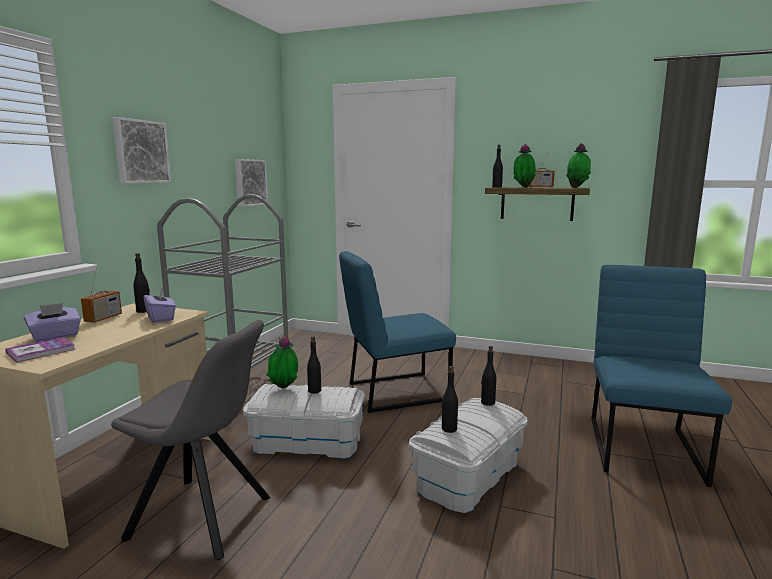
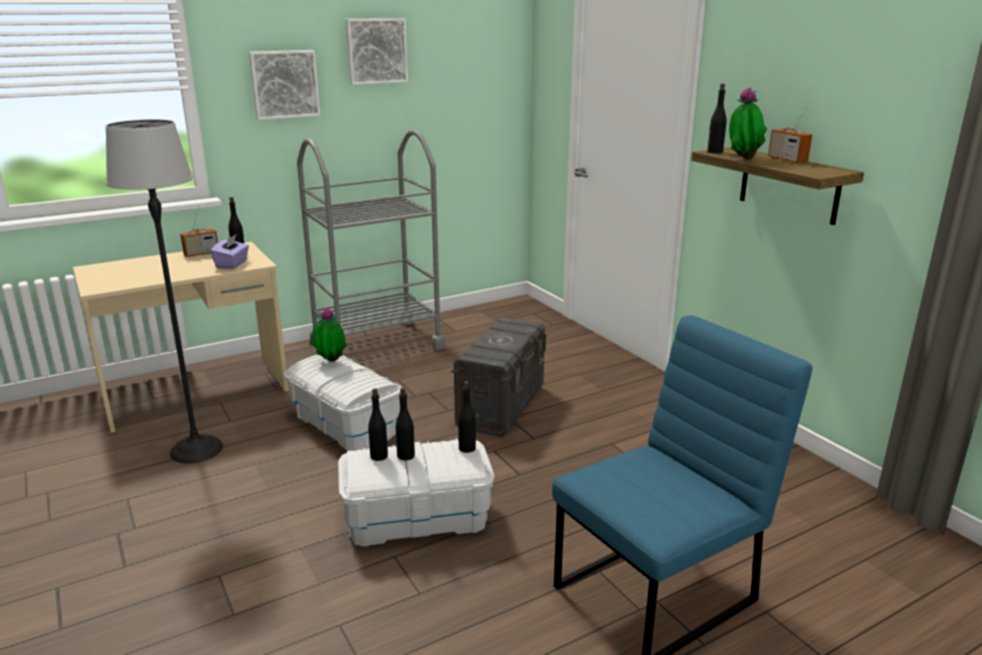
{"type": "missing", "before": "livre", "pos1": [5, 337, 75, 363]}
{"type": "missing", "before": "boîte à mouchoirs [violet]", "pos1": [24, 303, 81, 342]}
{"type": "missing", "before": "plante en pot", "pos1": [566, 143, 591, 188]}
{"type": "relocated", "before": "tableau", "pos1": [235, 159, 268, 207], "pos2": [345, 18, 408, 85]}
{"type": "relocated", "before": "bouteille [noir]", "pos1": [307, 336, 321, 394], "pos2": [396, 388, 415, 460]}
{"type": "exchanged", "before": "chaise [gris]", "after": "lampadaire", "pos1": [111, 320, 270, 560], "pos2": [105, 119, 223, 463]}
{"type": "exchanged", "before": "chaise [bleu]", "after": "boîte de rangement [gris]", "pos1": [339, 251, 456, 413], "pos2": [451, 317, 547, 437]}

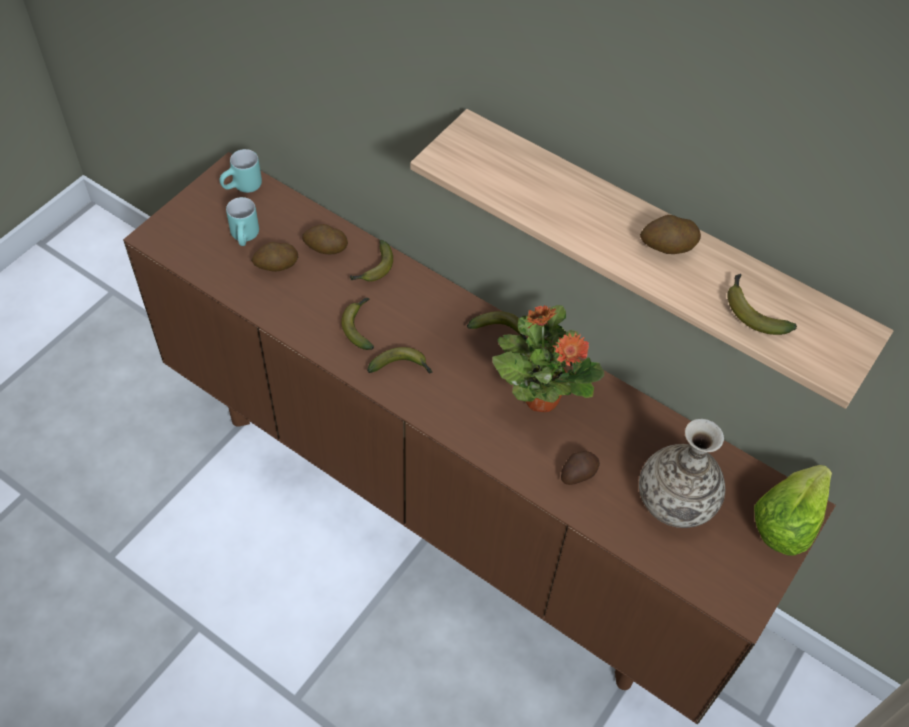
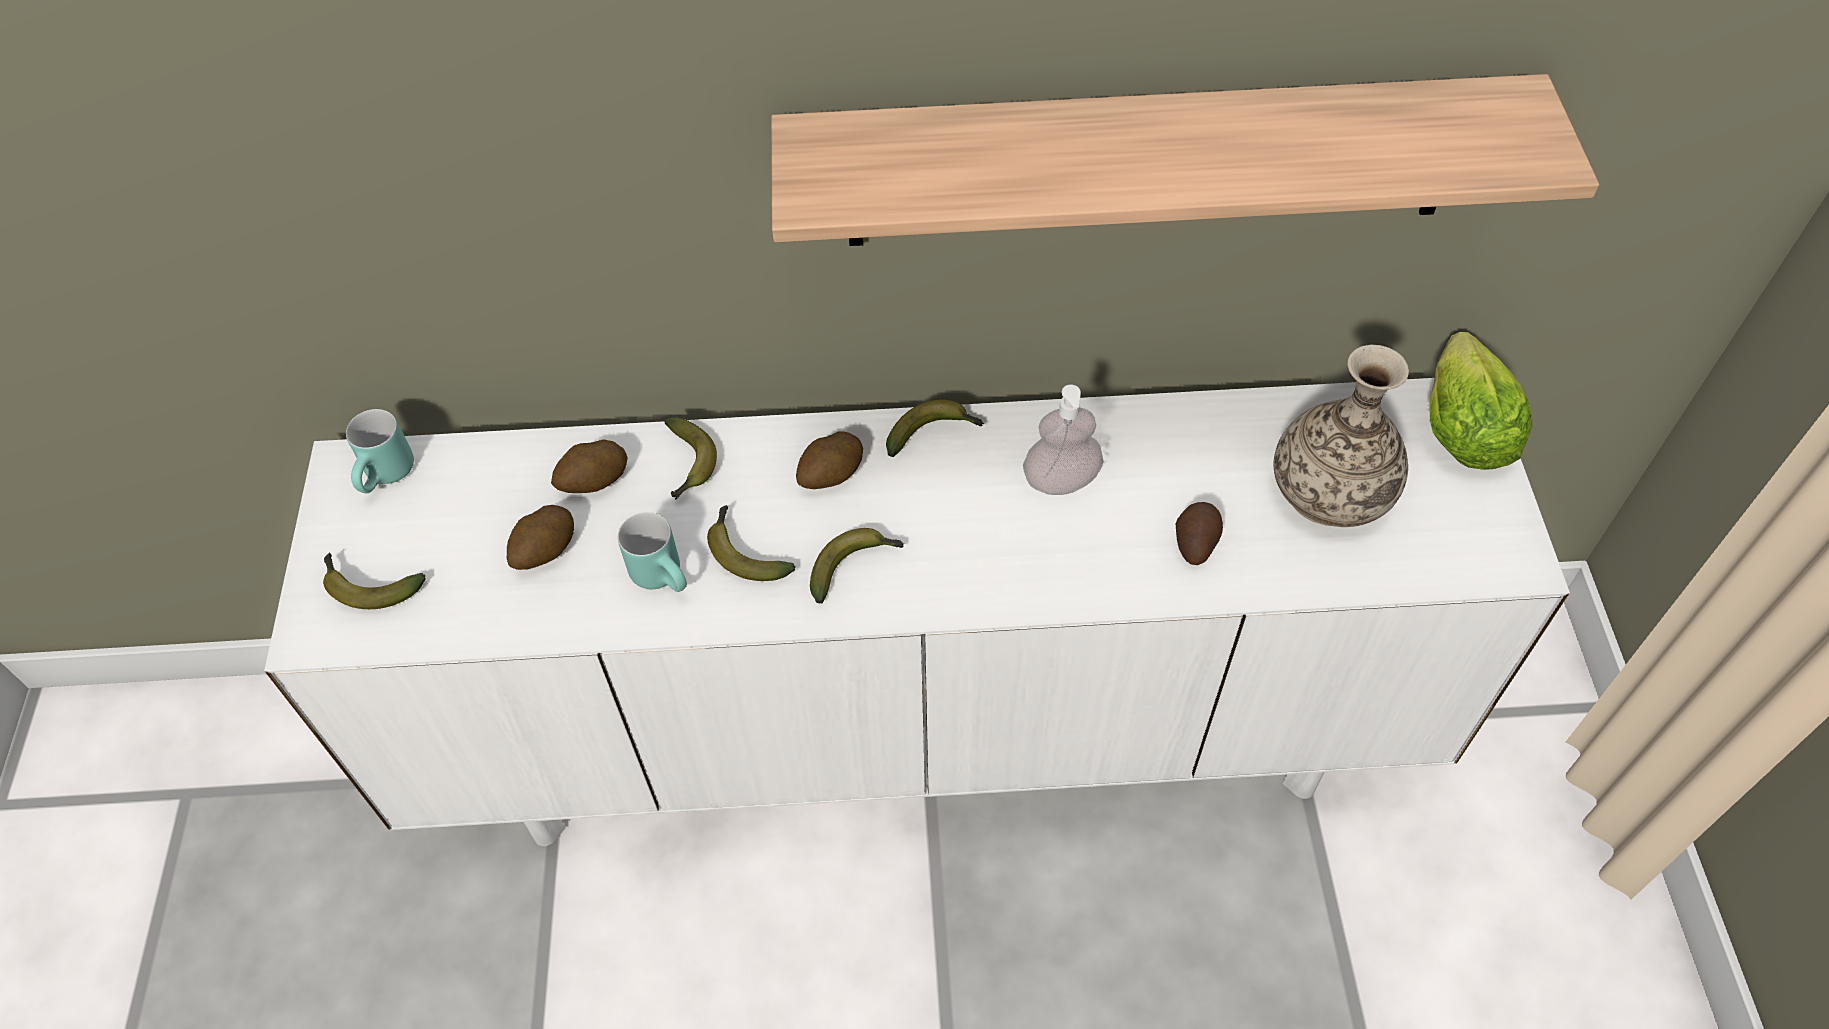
{"type": "relocated", "before": "mug [turquoise]", "pos1": [226, 197, 259, 246], "pos2": [618, 512, 687, 592]}
{"type": "relocated", "before": "pomme de terre", "pos1": [640, 215, 701, 254], "pos2": [796, 431, 863, 489]}
{"type": "relocated", "before": "banane", "pos1": [727, 274, 797, 335], "pos2": [323, 553, 426, 609]}
{"type": "exchanged", "before": "plante en pot", "after": "distributeur de savon", "pos1": [493, 305, 604, 412], "pos2": [1023, 385, 1104, 495]}
{"type": "colour", "before": "meuble de rangement [marron]", "after": "meuble de rangement [blanc]", "pos1": [123, 152, 836, 725], "pos2": [264, 378, 1570, 846]}

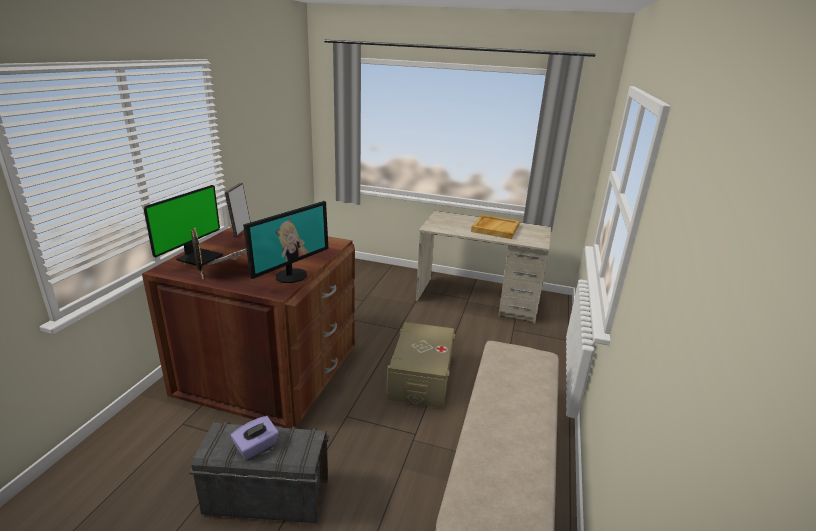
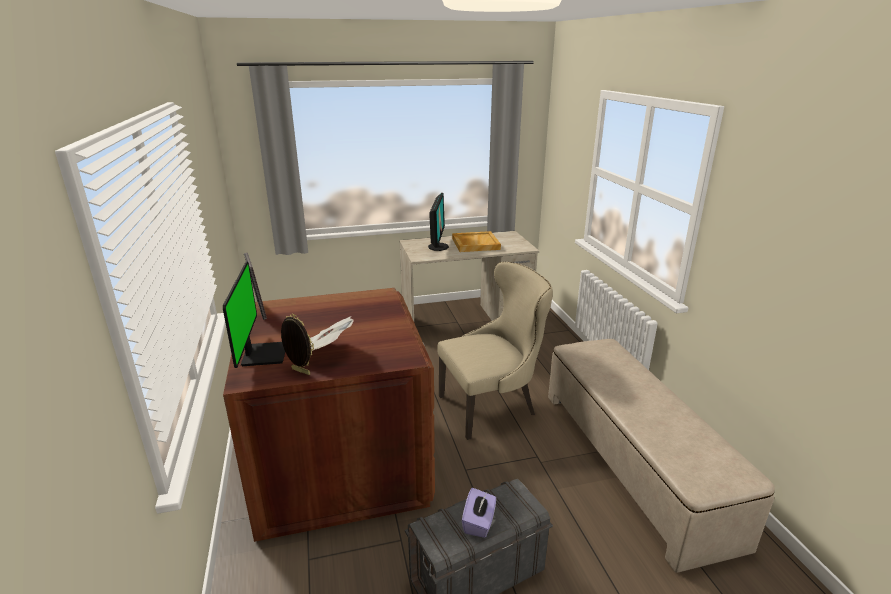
{"type": "relocated", "before": "écran d'ordinateur", "pos1": [243, 201, 329, 283], "pos2": [428, 193, 449, 251]}
{"type": "exchanged", "before": "boîte de rangement [beige]", "after": "chaise [beige]", "pos1": [386, 322, 455, 409], "pos2": [437, 262, 553, 440]}

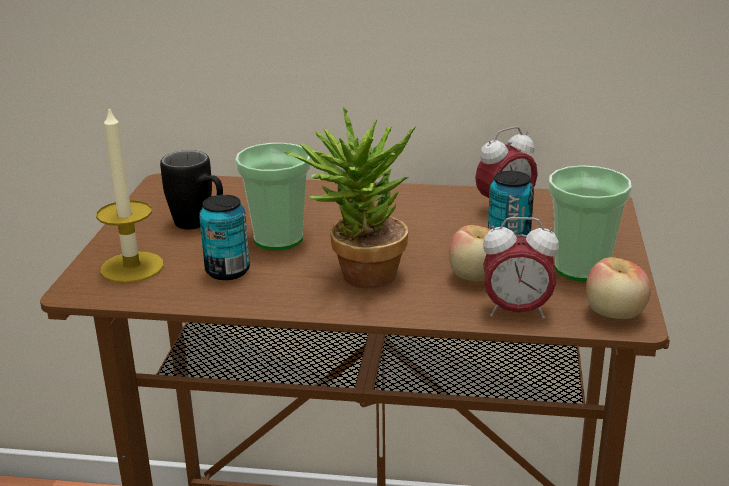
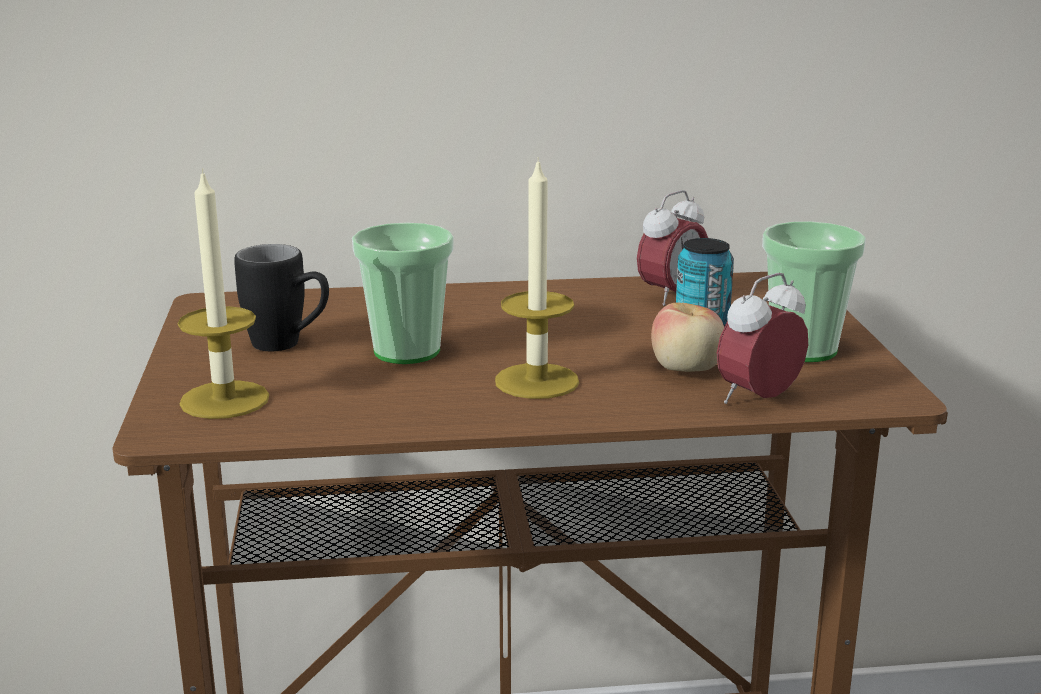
{"type": "missing", "before": "boîte métallique", "pos1": [199, 195, 250, 280]}
{"type": "missing", "before": "pomme", "pos1": [586, 257, 651, 319]}
{"type": "exchanged", "before": "plante en pot", "after": "bougie", "pos1": [285, 106, 416, 288], "pos2": [495, 157, 579, 399]}
{"type": "spun", "before": "réveil", "pos1": [483, 217, 559, 319], "pos2": [717, 273, 808, 404], "turn": 150}

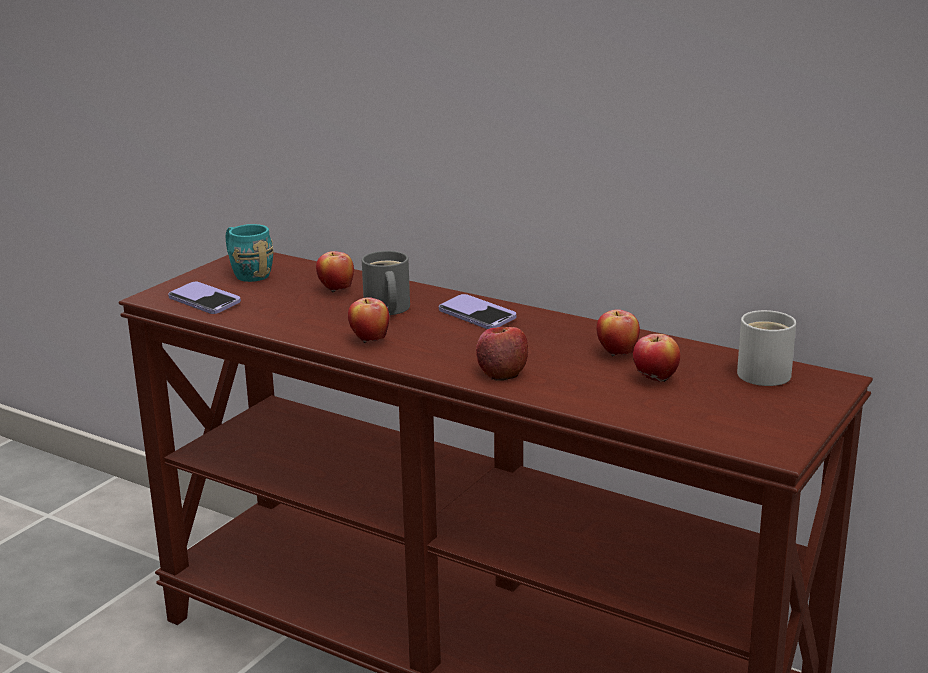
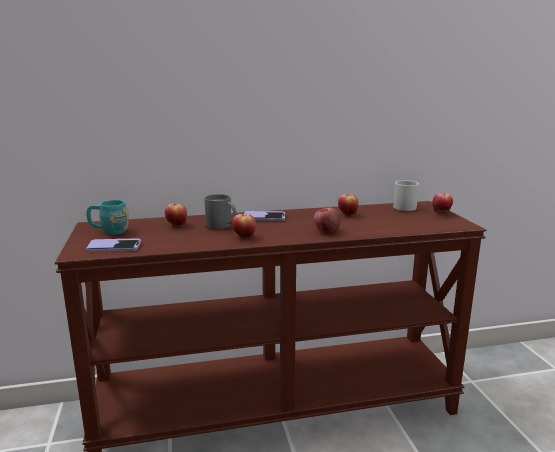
{"type": "relocated", "before": "pomme", "pos1": [633, 334, 680, 382], "pos2": [432, 193, 453, 213]}

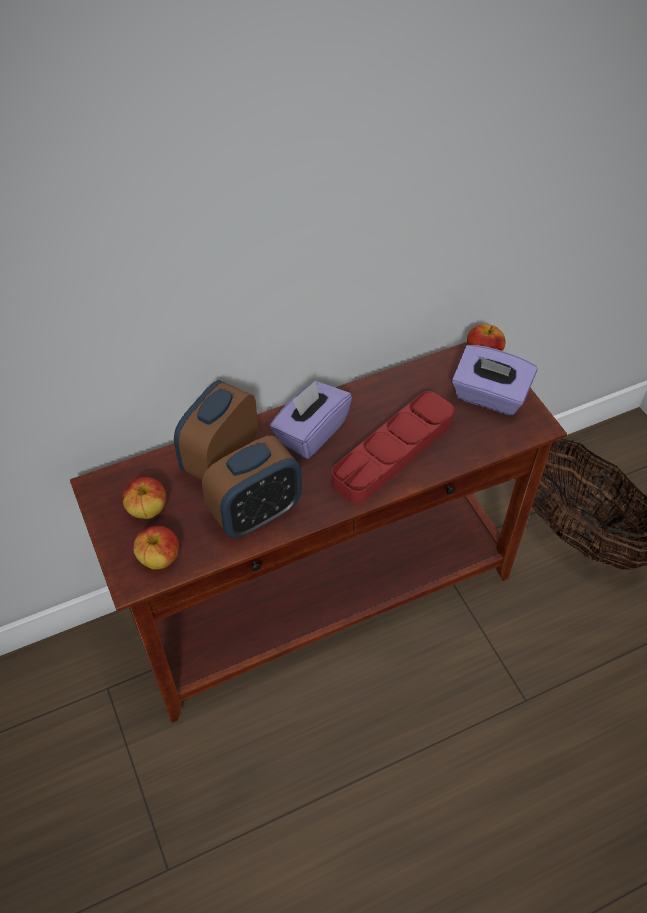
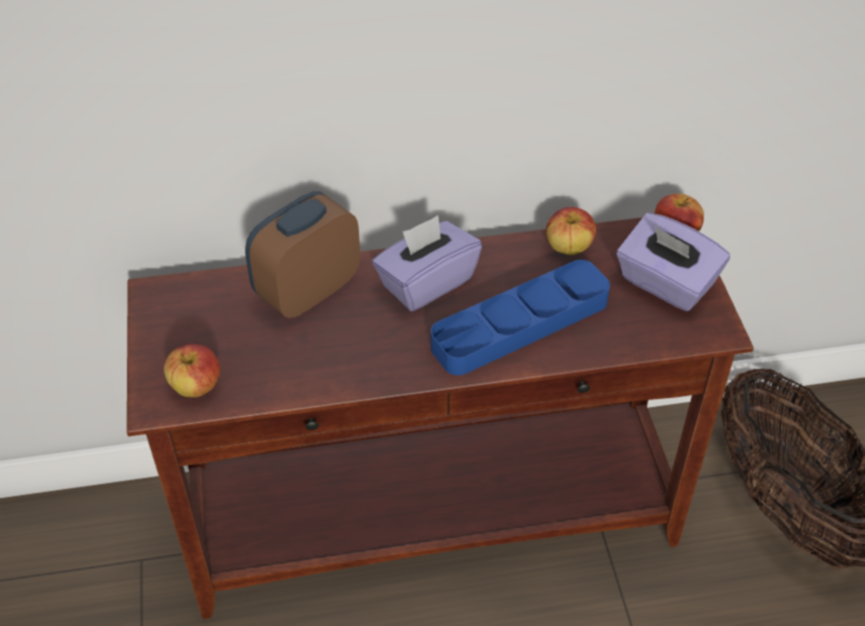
{"type": "missing", "before": "réveil", "pos1": [202, 436, 302, 538]}
{"type": "relocated", "before": "pomme", "pos1": [122, 477, 167, 519], "pos2": [546, 207, 596, 255]}
{"type": "colour", "before": "plateau [rouge]", "after": "plateau [bleu]", "pos1": [332, 391, 454, 504], "pos2": [431, 260, 610, 375]}

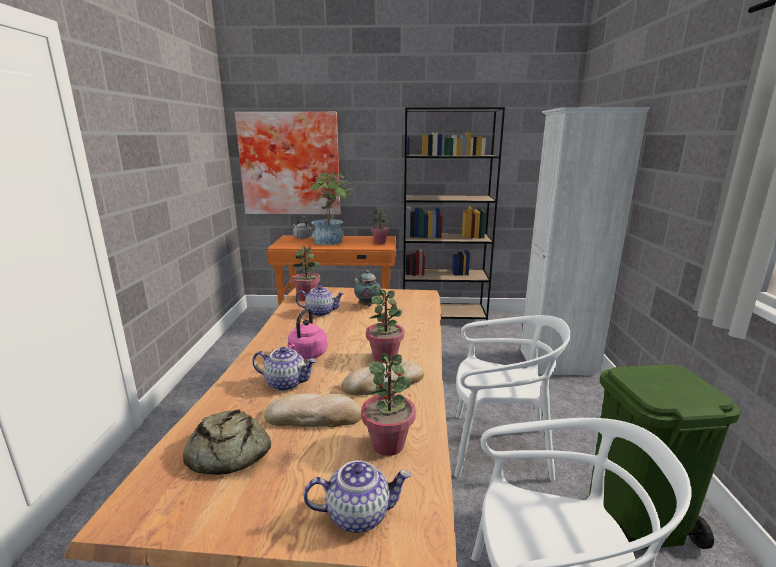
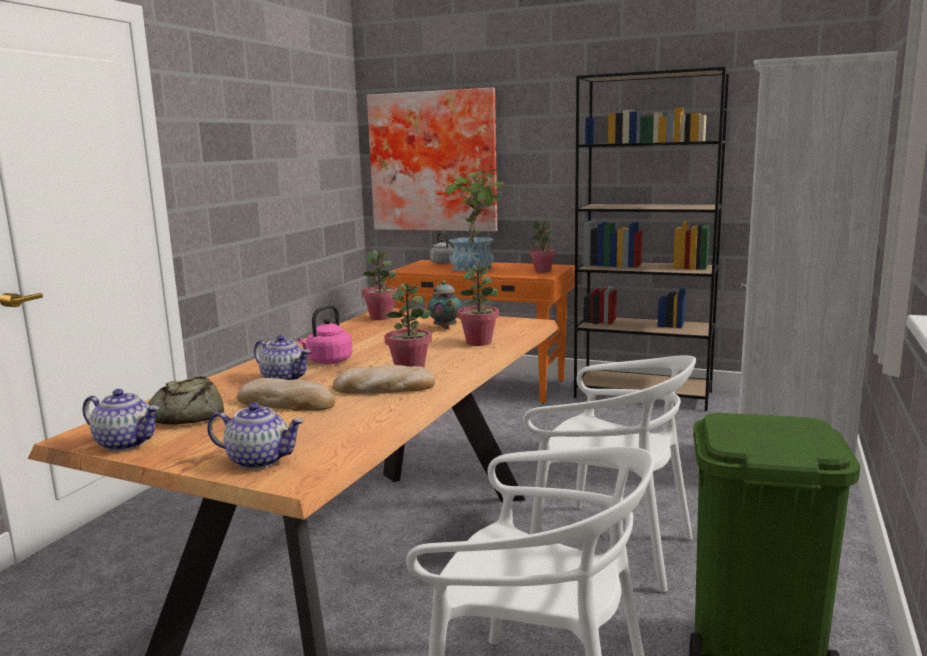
{"type": "relocated", "before": "théière", "pos1": [295, 285, 344, 316], "pos2": [83, 389, 160, 451]}
{"type": "relocated", "before": "plante en pot", "pos1": [361, 353, 416, 456], "pos2": [457, 265, 499, 346]}

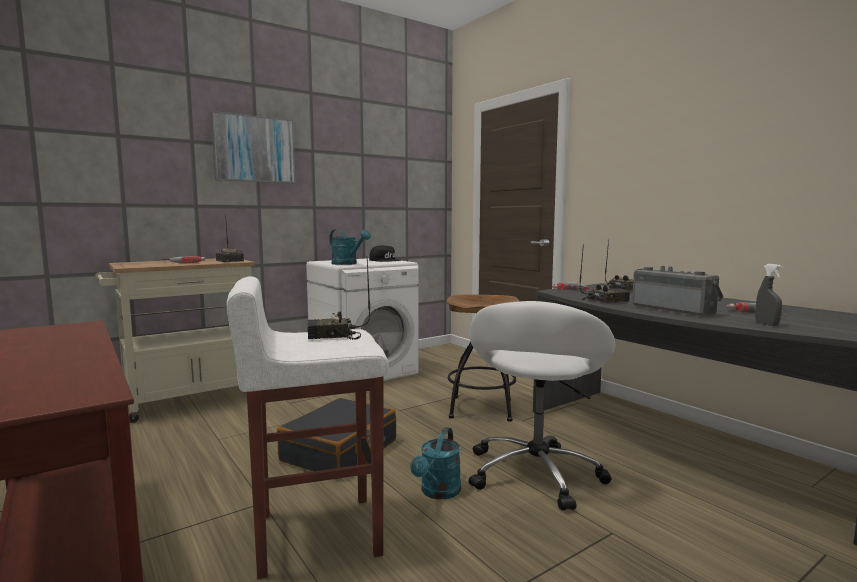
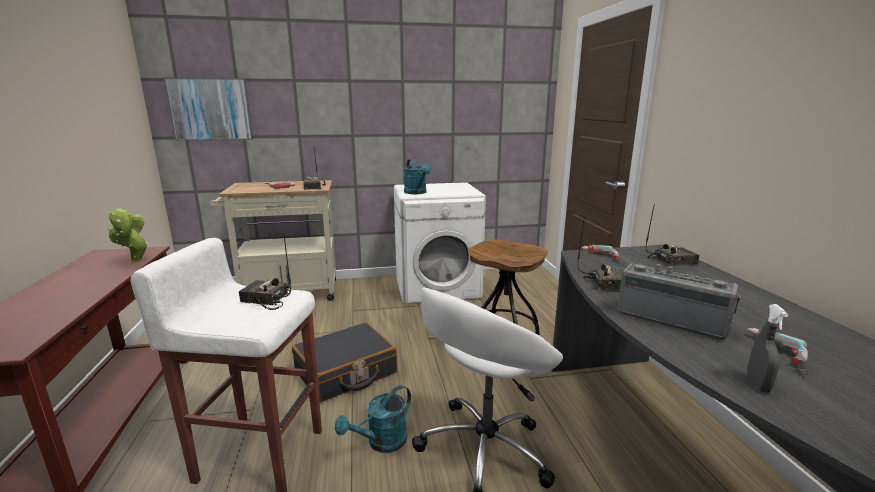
{"type": "missing", "before": "casquette [noir]", "pos1": [369, 245, 401, 262]}
{"type": "appeared", "after": "plante en pot", "pos2": [108, 207, 149, 262]}
{"type": "relocated", "before": "tableau", "pos1": [211, 111, 296, 183], "pos2": [164, 78, 253, 141]}
{"type": "spun", "before": "radio", "pos1": [632, 266, 723, 316], "pos2": [617, 263, 741, 340], "turn": -45}

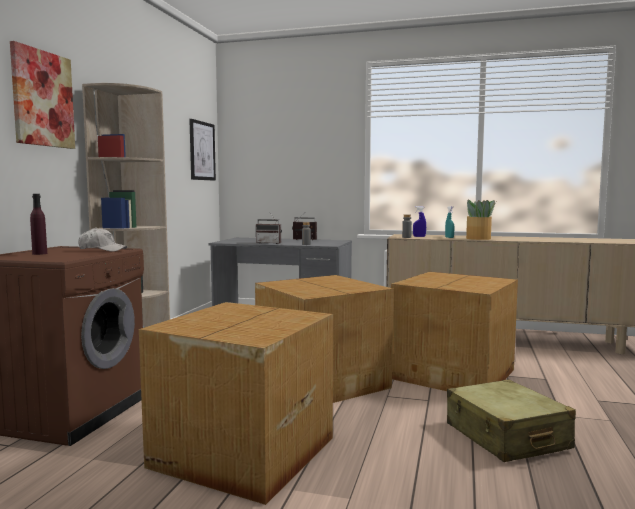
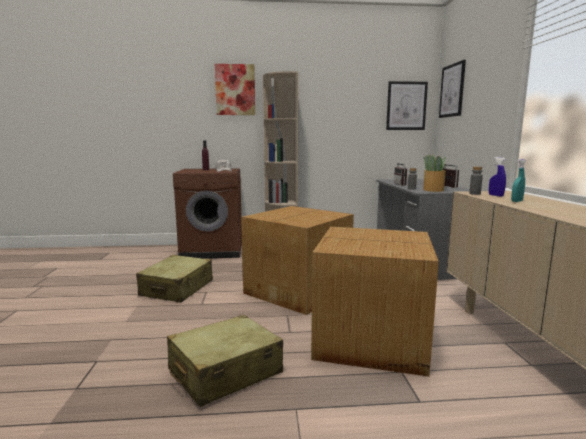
{"type": "appeared", "after": "tableau", "pos2": [439, 60, 466, 118]}
{"type": "relocated", "before": "plante en pot", "pos1": [466, 199, 496, 240], "pos2": [423, 154, 445, 192]}
{"type": "exchanged", "before": "carton", "after": "valise [beige]", "pos1": [139, 302, 333, 505], "pos2": [136, 255, 213, 303]}

